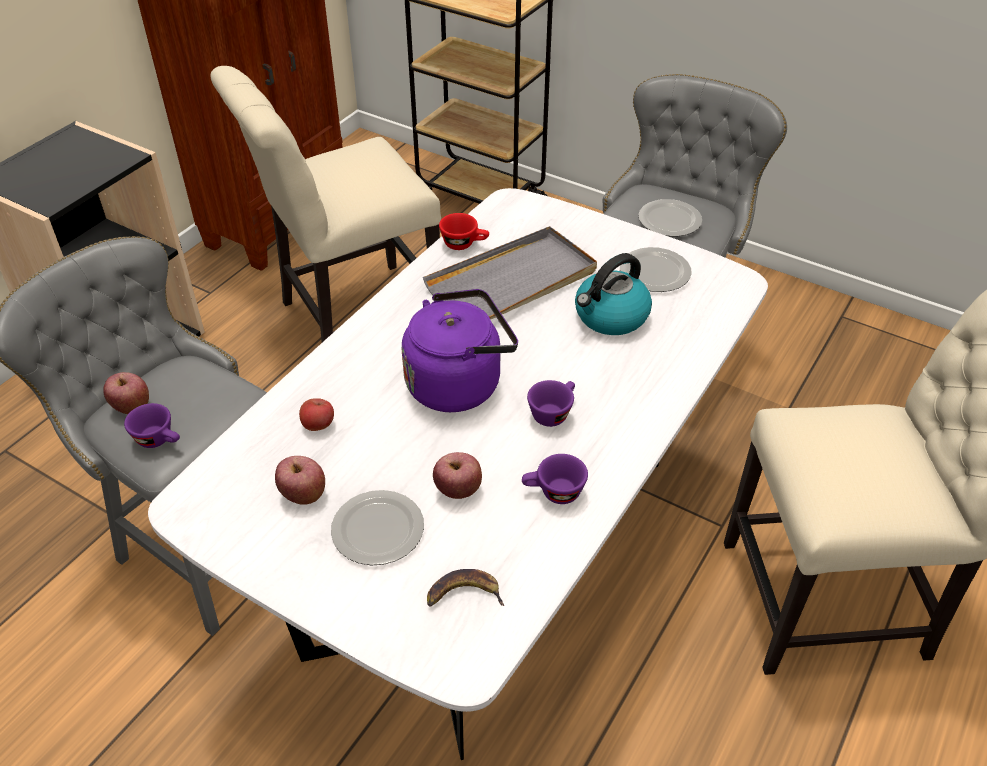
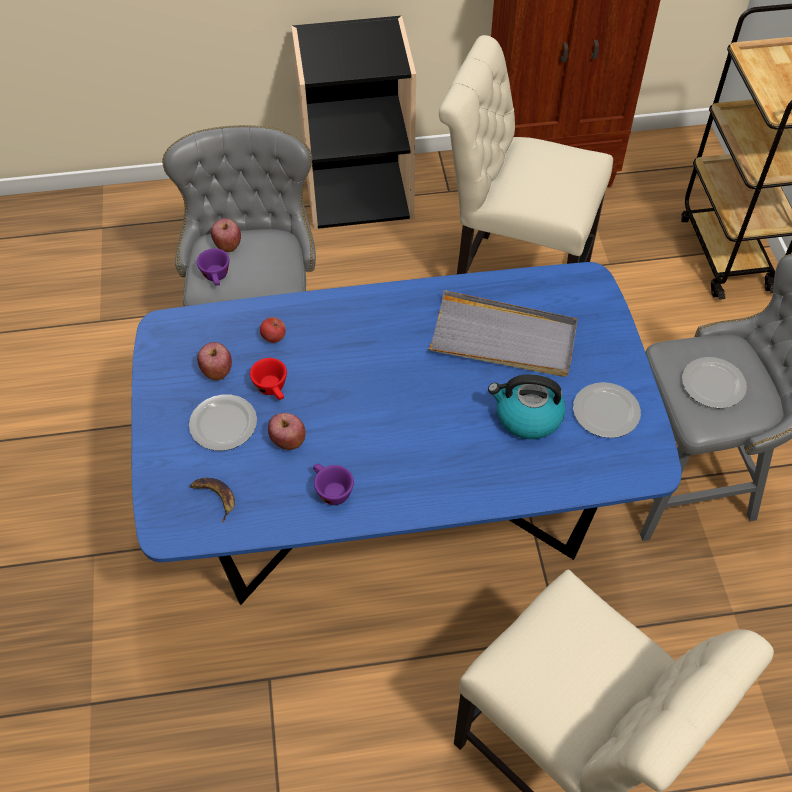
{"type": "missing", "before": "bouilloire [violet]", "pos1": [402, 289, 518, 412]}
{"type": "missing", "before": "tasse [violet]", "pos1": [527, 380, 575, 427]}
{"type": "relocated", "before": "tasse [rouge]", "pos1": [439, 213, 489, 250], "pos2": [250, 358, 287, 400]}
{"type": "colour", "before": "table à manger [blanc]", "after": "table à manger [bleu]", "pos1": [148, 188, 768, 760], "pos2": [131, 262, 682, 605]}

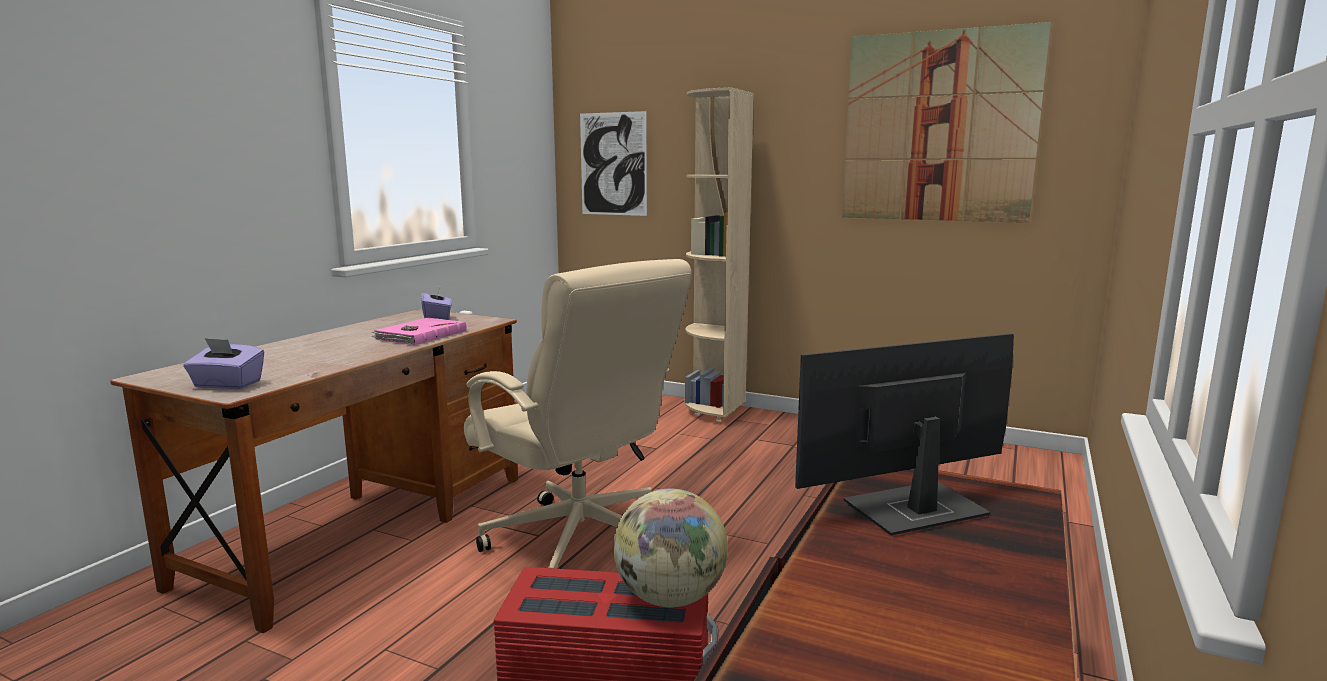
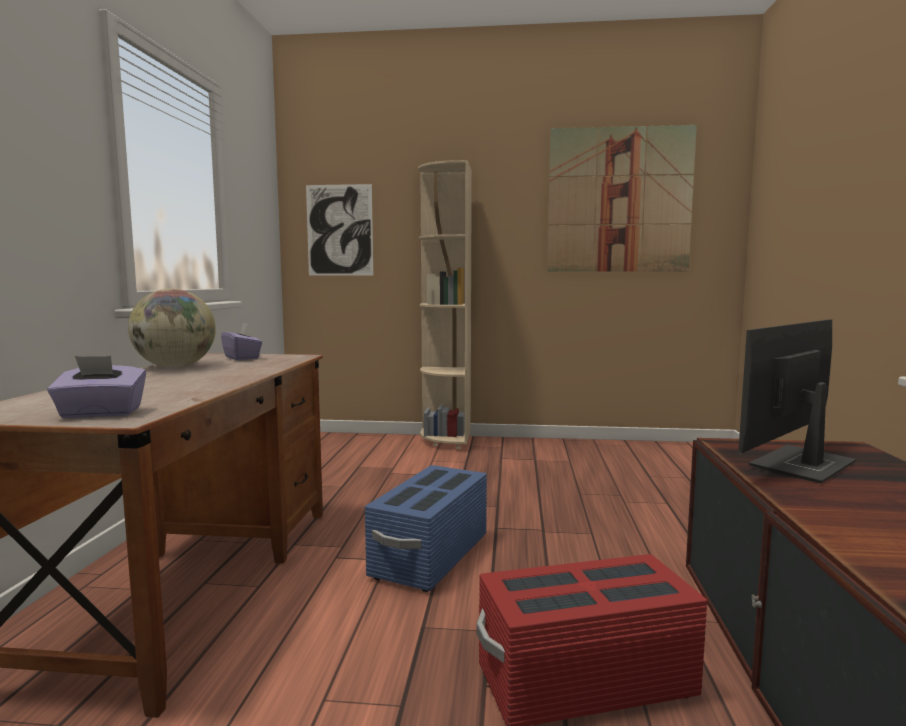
{"type": "missing", "before": "livre [rose]", "pos1": [371, 318, 466, 345]}
{"type": "relocated", "before": "globe", "pos1": [613, 489, 728, 607], "pos2": [128, 289, 216, 368]}
{"type": "exchanged", "before": "chaise de bureau [beige]", "after": "boîte de rangement [bleu]", "pos1": [464, 259, 692, 569], "pos2": [365, 465, 487, 592]}

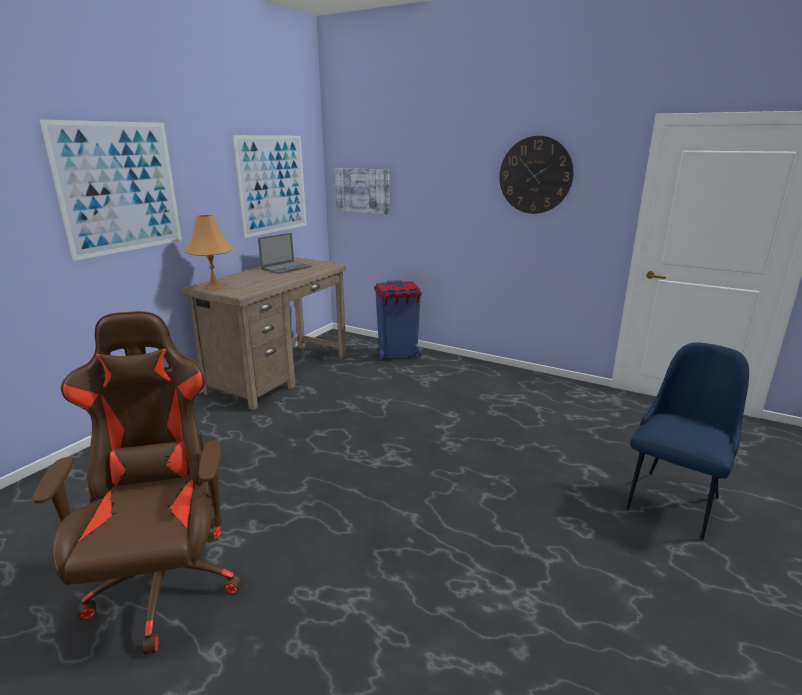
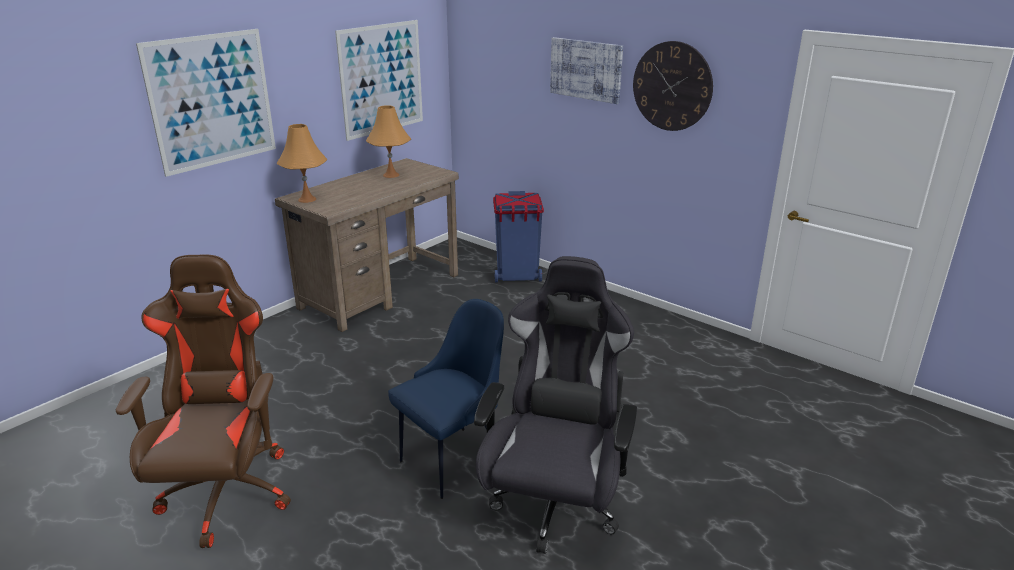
{"type": "appeared", "after": "chaise de bureau [noir]", "pos2": [474, 256, 637, 554]}
{"type": "relocated", "before": "tableau", "pos1": [335, 168, 390, 215], "pos2": [550, 37, 623, 104]}
{"type": "relocated", "before": "chaise [bleu]", "pos1": [626, 342, 749, 540], "pos2": [388, 299, 504, 499]}
{"type": "exchanged", "before": "ordinateur portable", "after": "lampe de table [orange]", "pos1": [258, 233, 312, 274], "pos2": [366, 105, 411, 178]}

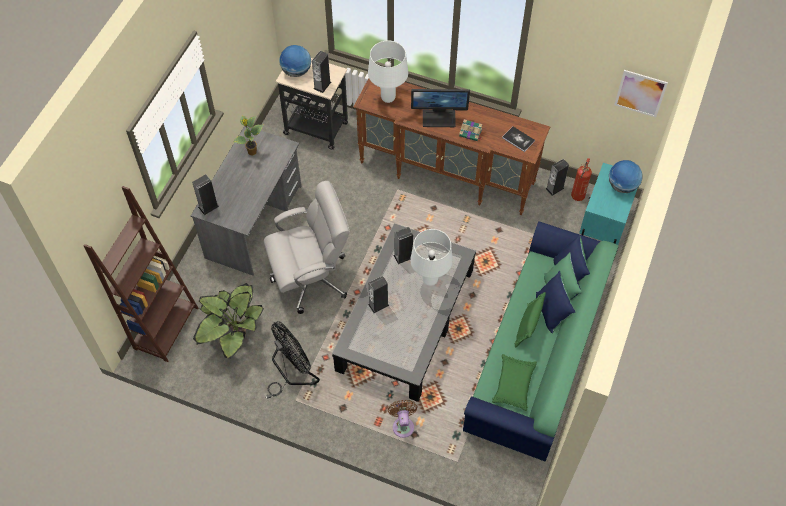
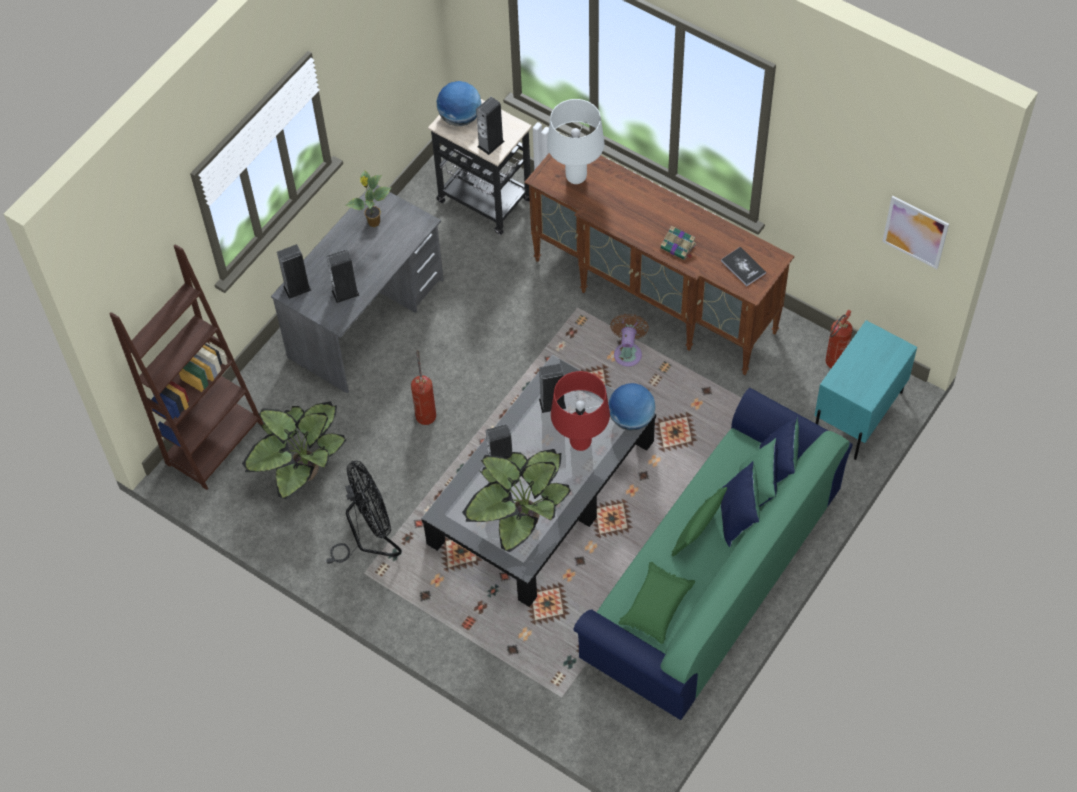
{"type": "missing", "before": "écran d'ordinateur", "pos1": [411, 89, 470, 127]}
{"type": "appeared", "after": "plante en pot", "pos2": [462, 449, 571, 552]}
{"type": "relocated", "before": "ventilateur [marron]", "pos1": [388, 400, 418, 438], "pos2": [610, 314, 649, 367]}
{"type": "relocated", "before": "enceinte", "pos1": [546, 159, 569, 196], "pos2": [327, 249, 360, 303]}
{"type": "relocated", "before": "globe", "pos1": [609, 160, 642, 193], "pos2": [608, 383, 656, 431]}
{"type": "exchanged", "before": "chaise de bureau [gris]", "after": "extincteur", "pos1": [264, 181, 350, 314], "pos2": [411, 350, 436, 425]}
{"type": "colour", "before": "lampe de table [blanc]", "after": "lampe de table [rouge]", "pos1": [410, 229, 453, 286], "pos2": [551, 371, 610, 451]}

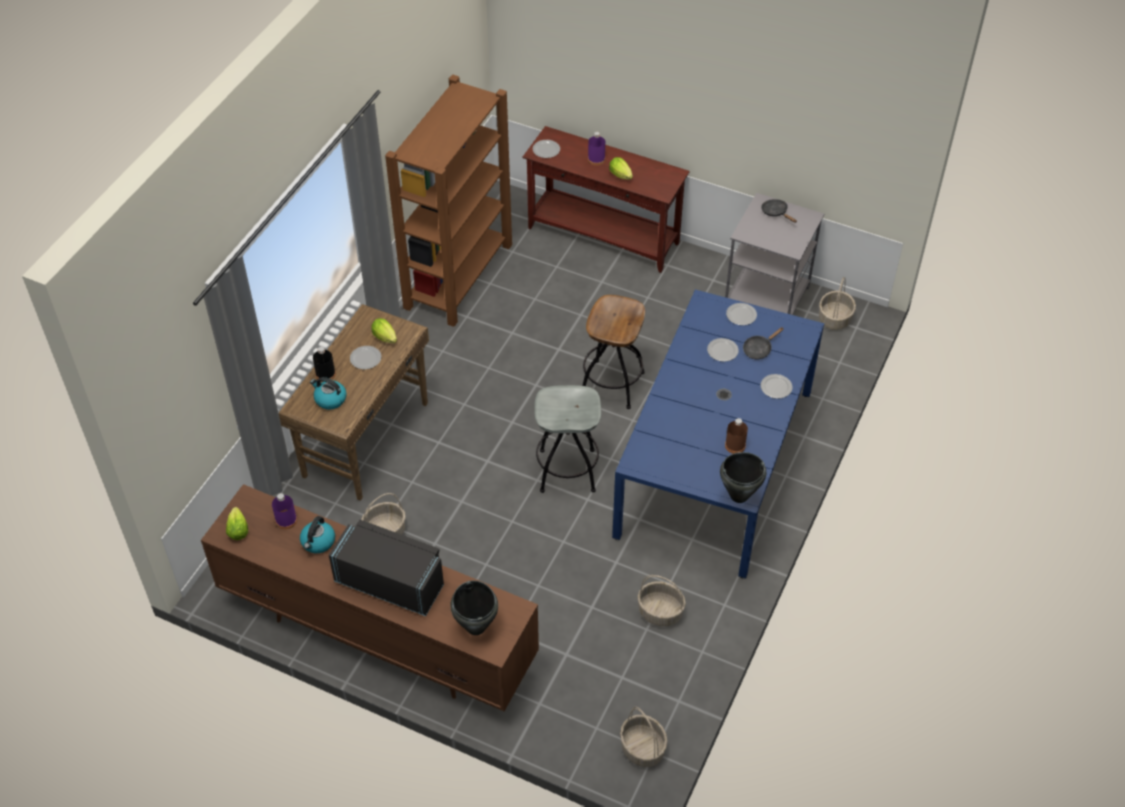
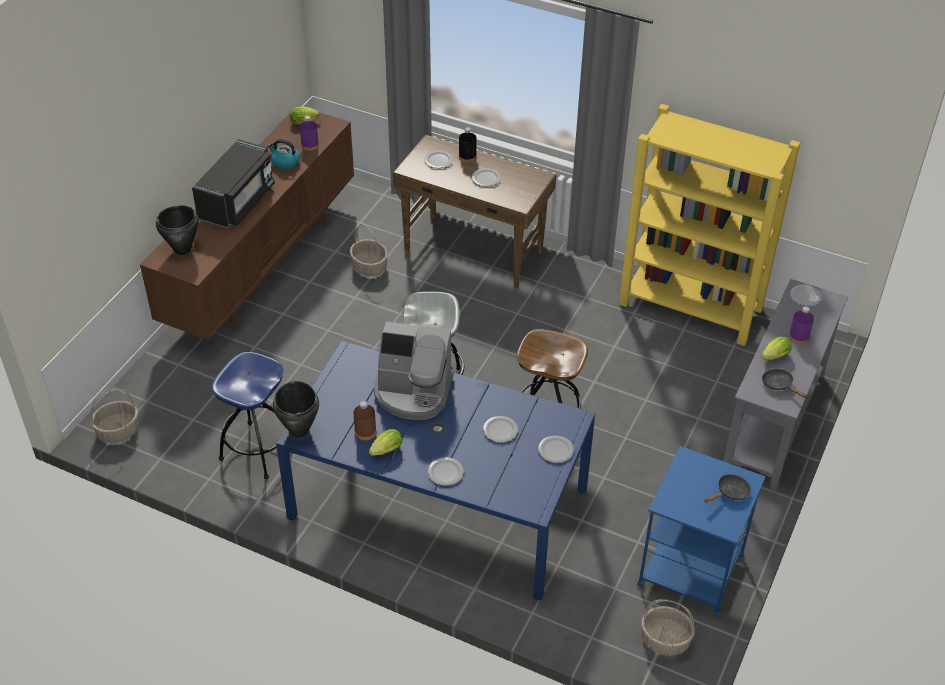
{"type": "appeared", "after": "machine à café", "pos2": [374, 322, 454, 420]}
{"type": "relocated", "before": "laitue", "pos1": [371, 318, 397, 343], "pos2": [369, 429, 402, 456]}
{"type": "relocated", "before": "poêle [noir]", "pos1": [743, 327, 784, 359], "pos2": [762, 369, 808, 398]}
{"type": "exchanged", "before": "bouilloire", "after": "assiette", "pos1": [310, 377, 347, 410], "pos2": [425, 150, 453, 168]}
{"type": "exchanged", "before": "panier", "after": "tabouret [bleu]", "pos1": [637, 575, 686, 626], "pos2": [211, 352, 283, 479]}
{"type": "colour", "before": "bibliothèque [marron]", "after": "bibliothèque [jaune]", "pos1": [385, 75, 512, 327], "pos2": [619, 104, 800, 346]}
{"type": "colour", "before": "table console [marron]", "after": "table console [gris]", "pos1": [523, 126, 690, 273], "pos2": [723, 279, 848, 491]}
{"type": "colour", "before": "chariot [gris]", "after": "chariot [bleu]", "pos1": [725, 193, 824, 315], "pos2": [637, 446, 765, 617]}

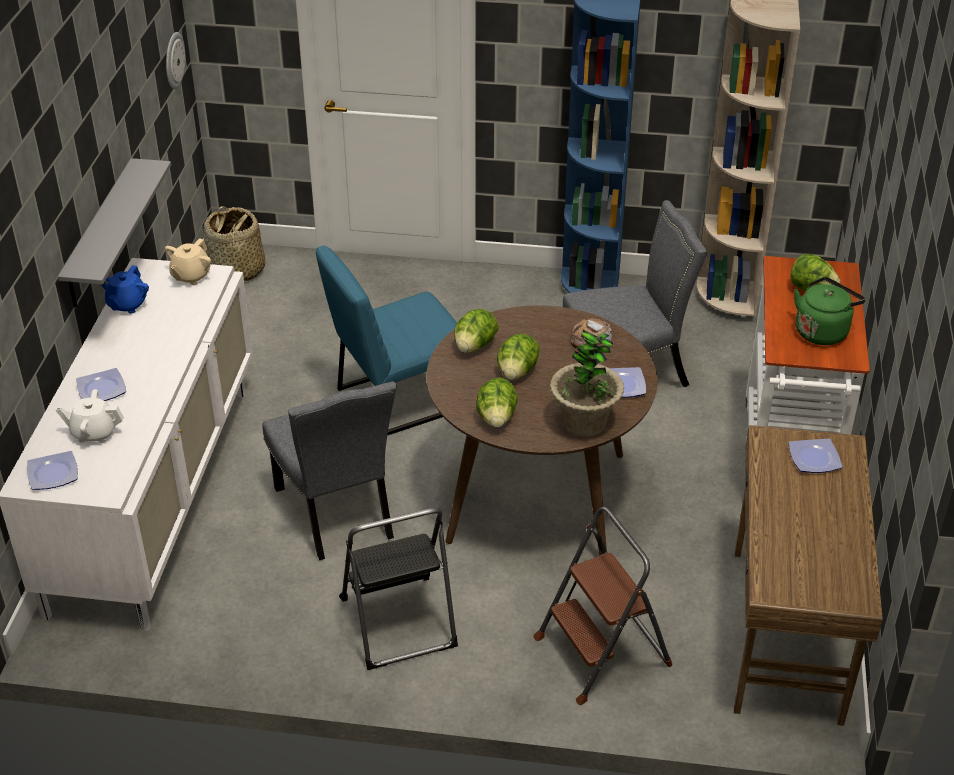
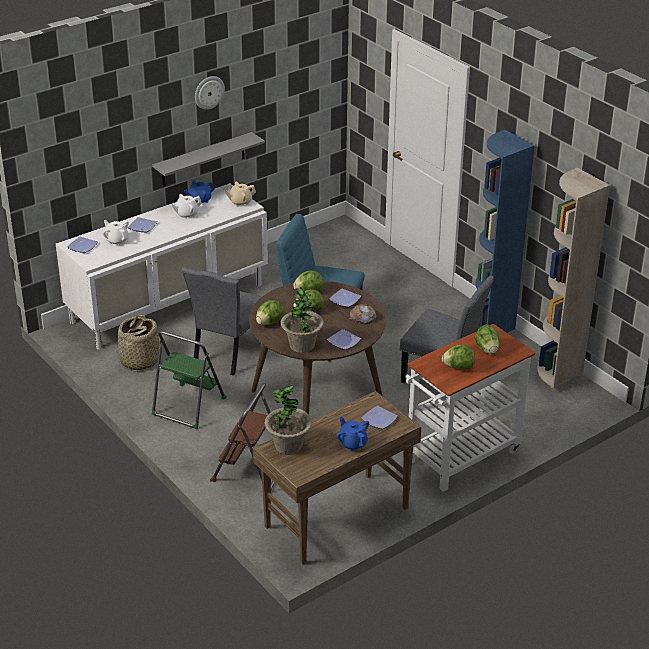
{"type": "appeared", "after": "théière [blanc]", "pos2": [171, 194, 202, 219]}
{"type": "appeared", "after": "plante en pot", "pos2": [265, 385, 312, 455]}
{"type": "appeared", "after": "assiette", "pos2": [329, 289, 361, 307]}
{"type": "appeared", "after": "théière [bleu]", "pos2": [337, 417, 369, 451]}
{"type": "relocated", "before": "horloge murale", "pos1": [166, 32, 185, 89], "pos2": [195, 76, 225, 110]}
{"type": "relocated", "before": "panier", "pos1": [203, 206, 265, 282], "pos2": [118, 315, 159, 370]}
{"type": "exchanged", "before": "bouilloire [vert]", "after": "laitue", "pos1": [794, 277, 866, 345], "pos2": [442, 345, 475, 370]}
{"type": "colour", "before": "escabeau [noir]", "after": "escabeau [vert]", "pos1": [339, 508, 458, 670], "pos2": [152, 331, 227, 429]}

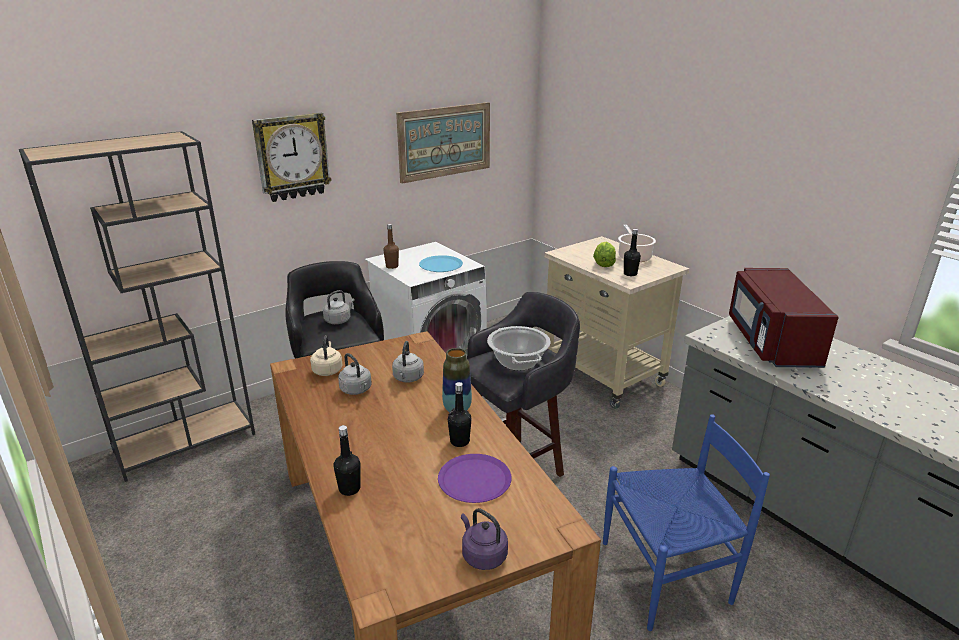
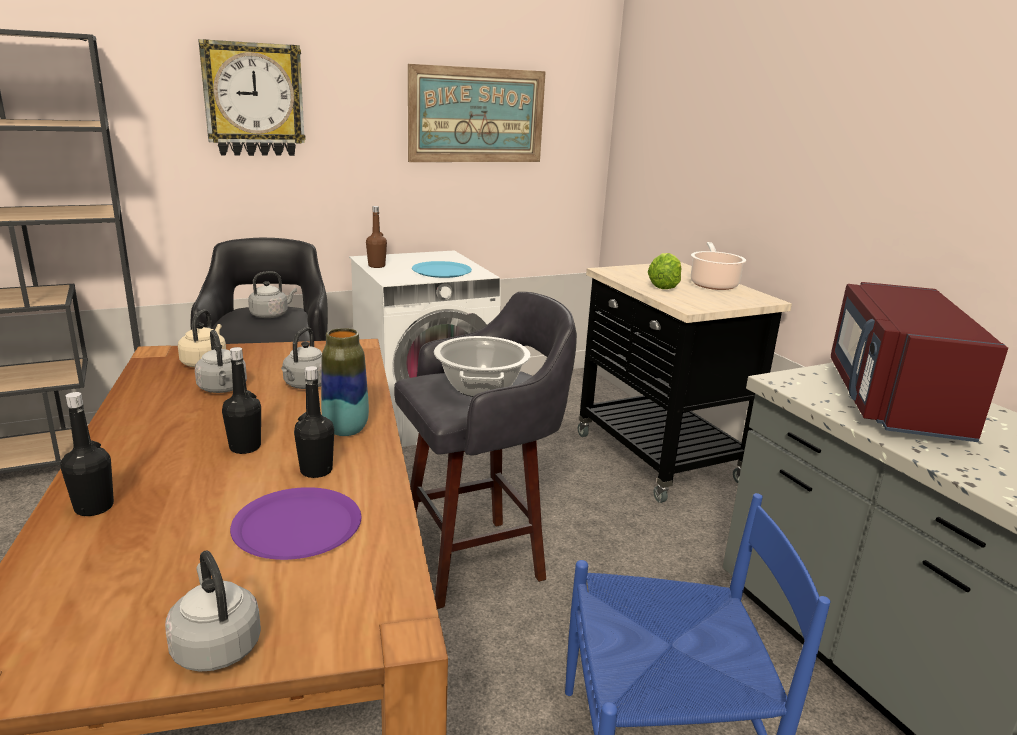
{"type": "relocated", "before": "bouteille [noir]", "pos1": [624, 229, 641, 276], "pos2": [222, 347, 261, 454]}
{"type": "colour", "before": "bouilloire [violet]", "after": "bouilloire [gris]", "pos1": [461, 508, 508, 570], "pos2": [165, 550, 261, 672]}
{"type": "colour", "before": "chariot [beige]", "after": "chariot [noir]", "pos1": [544, 236, 689, 409], "pos2": [578, 262, 792, 503]}

